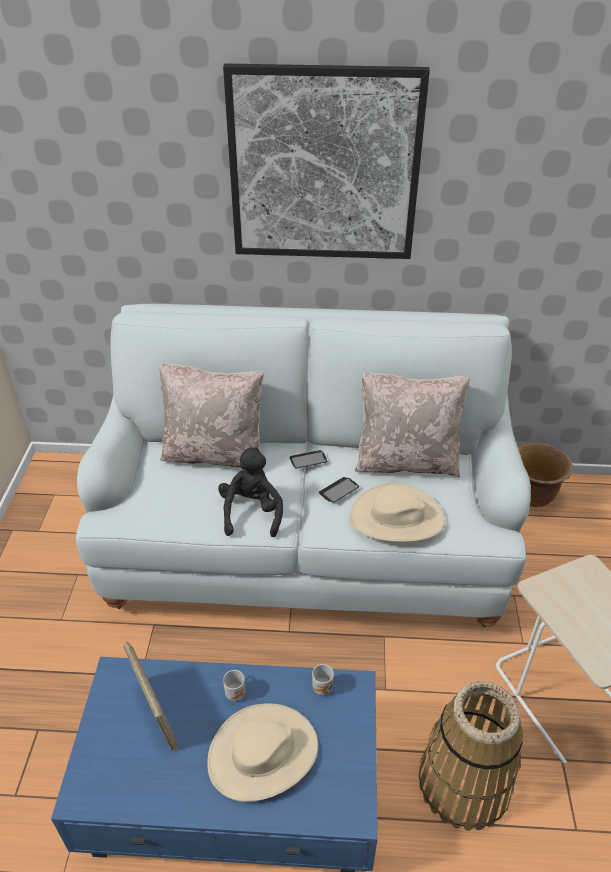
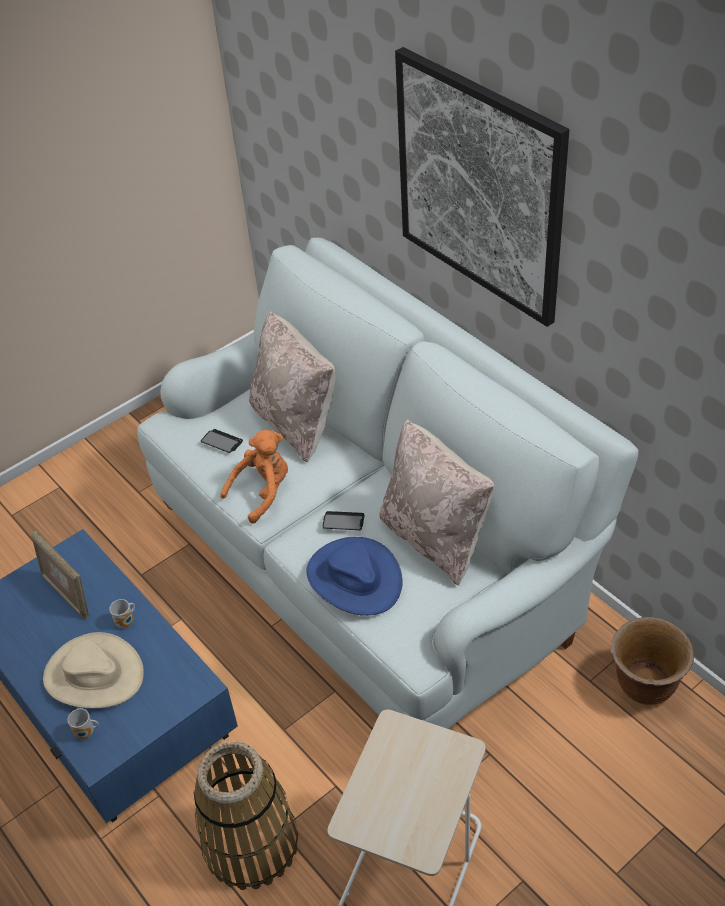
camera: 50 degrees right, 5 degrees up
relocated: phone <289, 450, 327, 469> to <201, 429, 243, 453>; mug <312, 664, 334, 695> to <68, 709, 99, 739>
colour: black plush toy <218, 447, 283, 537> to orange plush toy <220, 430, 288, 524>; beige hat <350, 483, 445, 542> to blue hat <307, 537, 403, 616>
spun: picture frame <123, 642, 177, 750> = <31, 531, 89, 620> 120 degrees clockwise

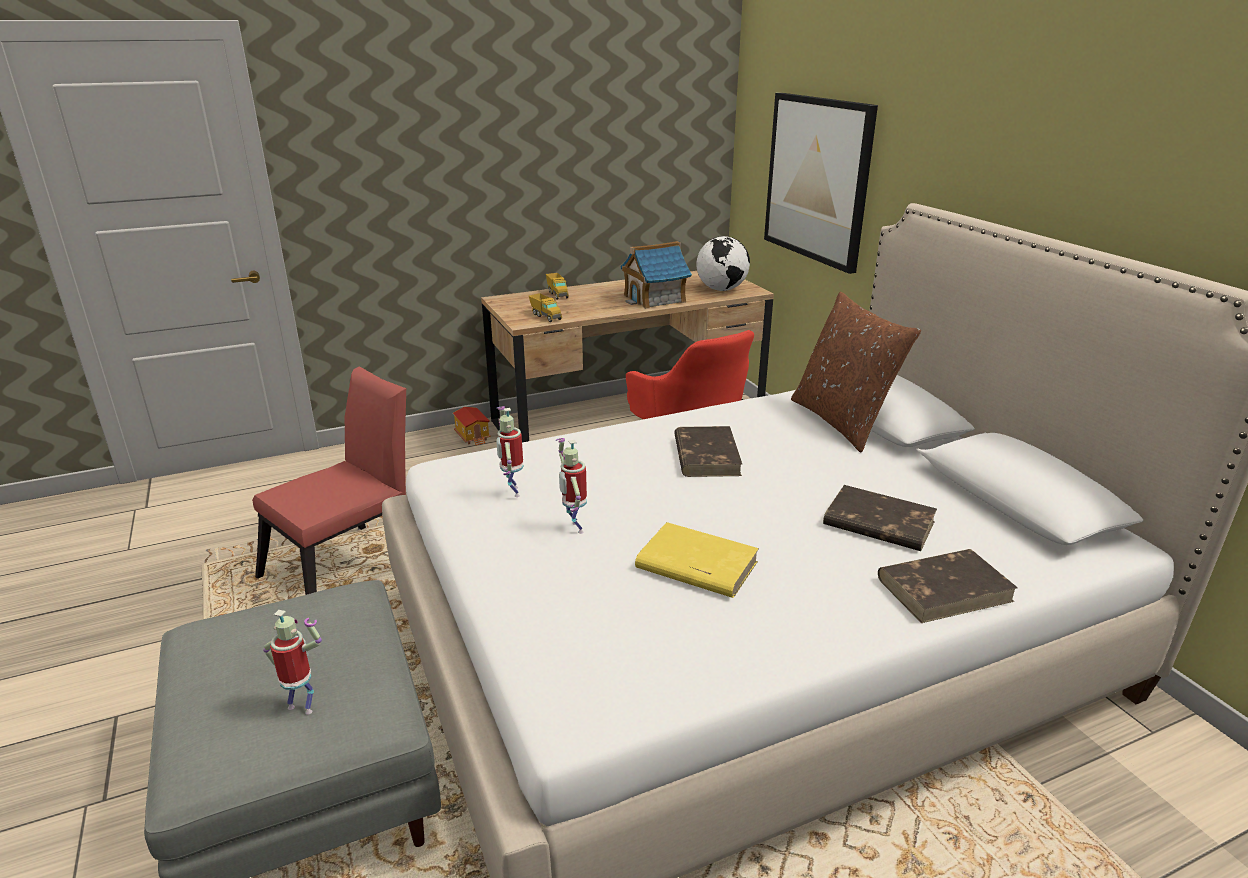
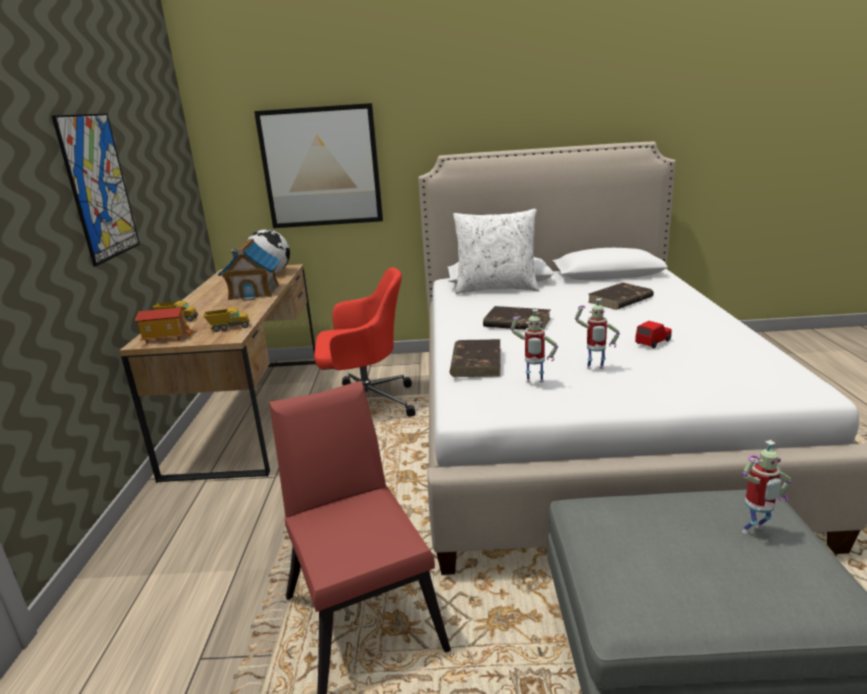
camera: 65 degrees left, 5 degrees down
appeared: picture <52, 113, 140, 266>
relocated: toy house <453, 407, 491, 445> to <135, 307, 194, 343>; brown book <878, 549, 1018, 623> to <450, 339, 501, 377>
exchanged: yellow book <635, 522, 759, 598> to red toy car <635, 321, 672, 348>
colour: brown pillow <791, 292, 921, 453> to white pillow <453, 208, 539, 294>
spun: toy robot <263, 610, 322, 715> = <742, 440, 791, 534> 150 degrees counterclockwise

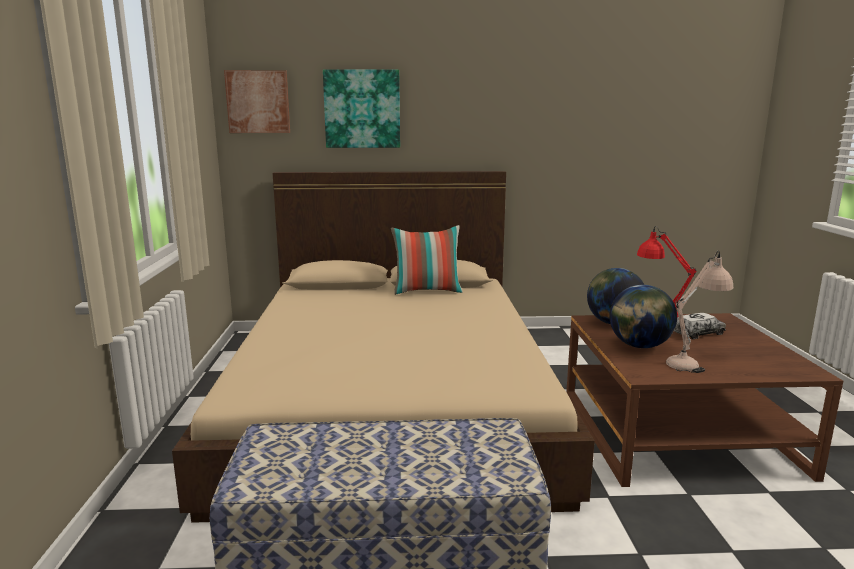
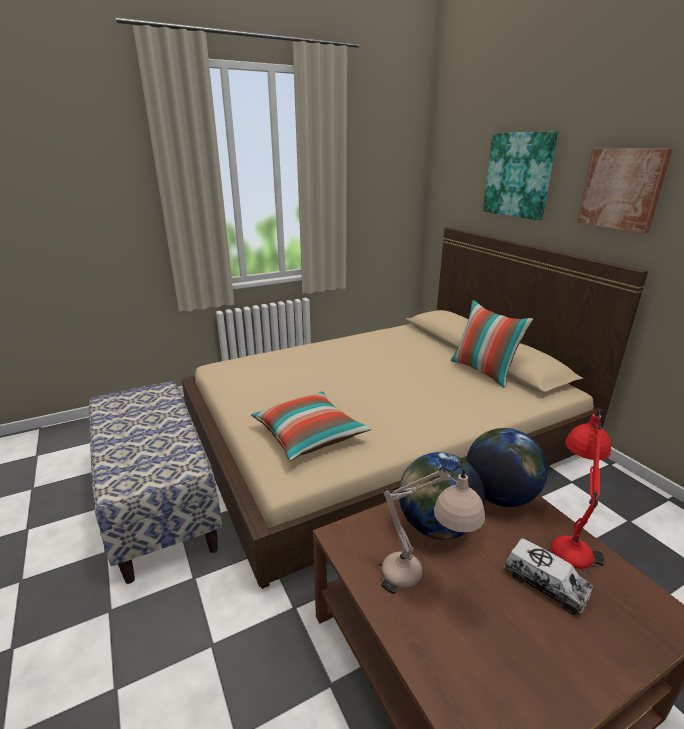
camera: 65 degrees right, 10 degrees up
appeared: pillow <251, 392, 371, 461>
relocated: picture <224, 70, 290, 133> to <577, 148, 673, 234>

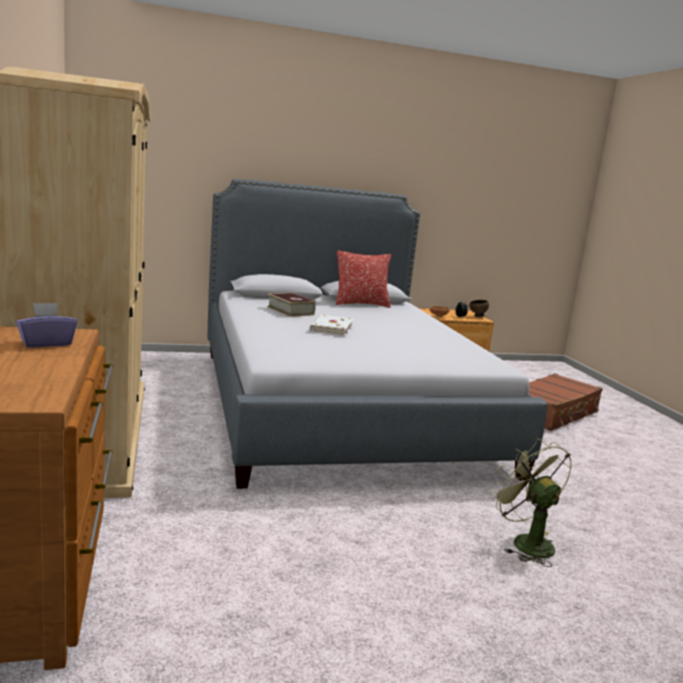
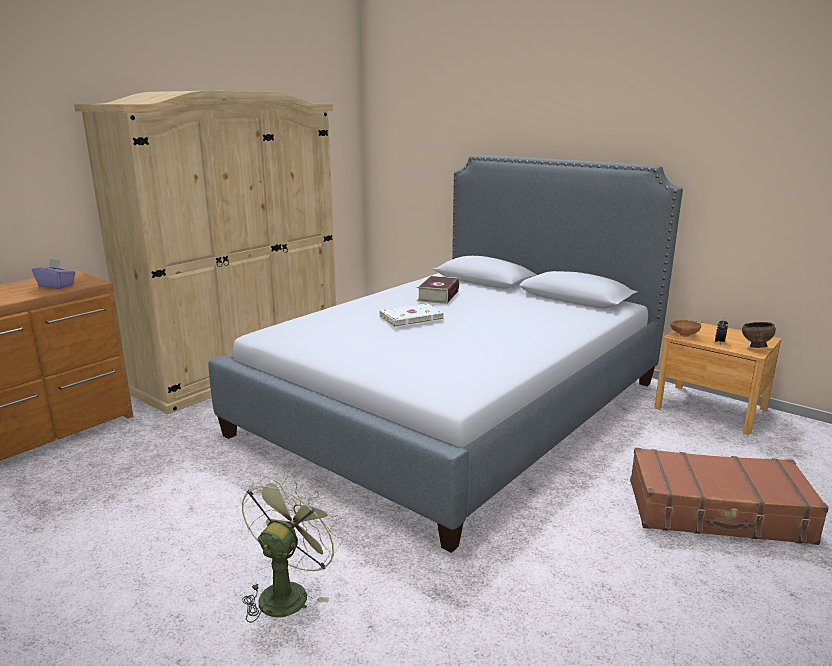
camera: 55 degrees right, 5 degrees up
missing: pillow <336, 251, 391, 308>

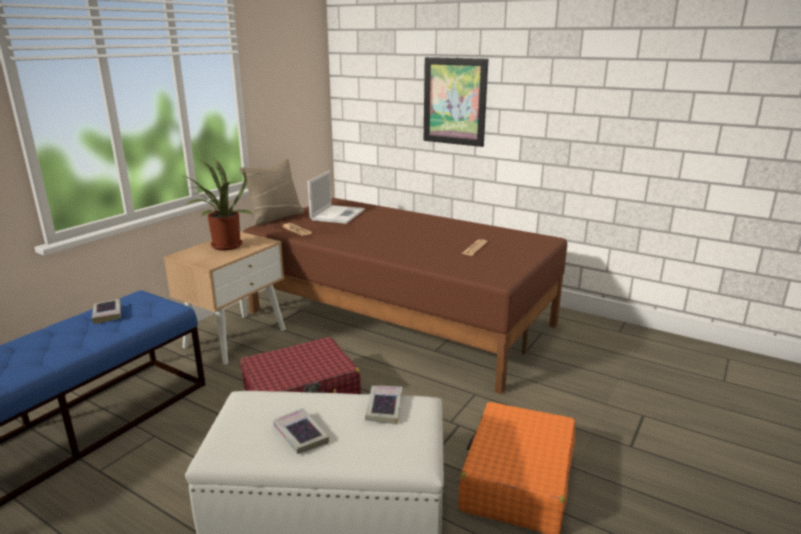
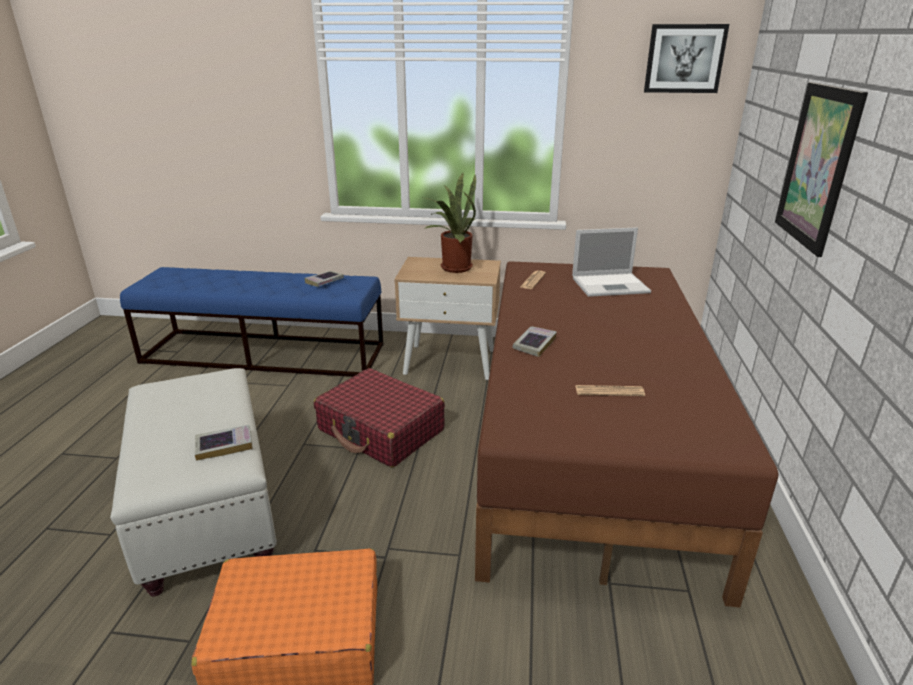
camera: 65 degrees right, 5 degrees up
missing: beige pillow <239, 159, 304, 226>
appeared: picture <644, 24, 729, 93>
relocated: book <273, 408, 329, 454> to <513, 326, 557, 357>

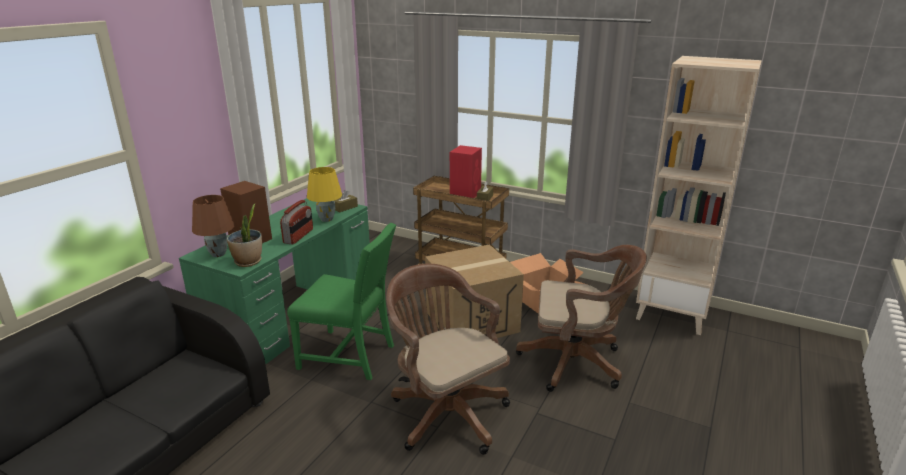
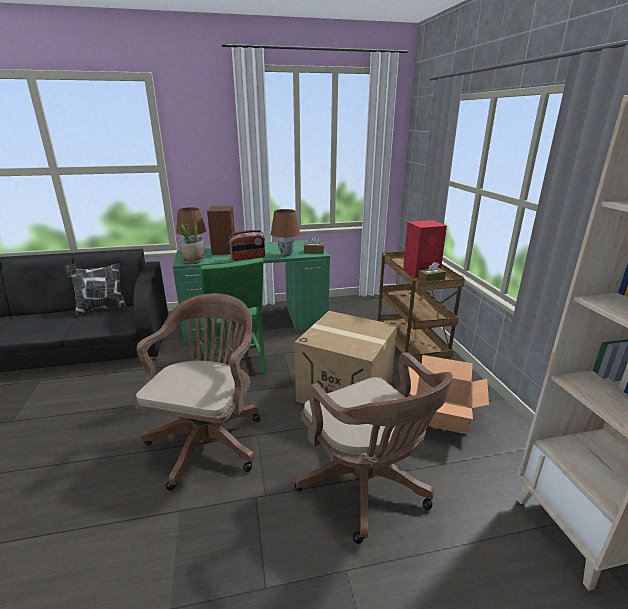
camera: 50 degrees right, 0 degrees up
appeared: pillow <64, 263, 128, 316>
colour: yellow table lamp <307, 167, 342, 222> to brown table lamp <271, 209, 300, 256>

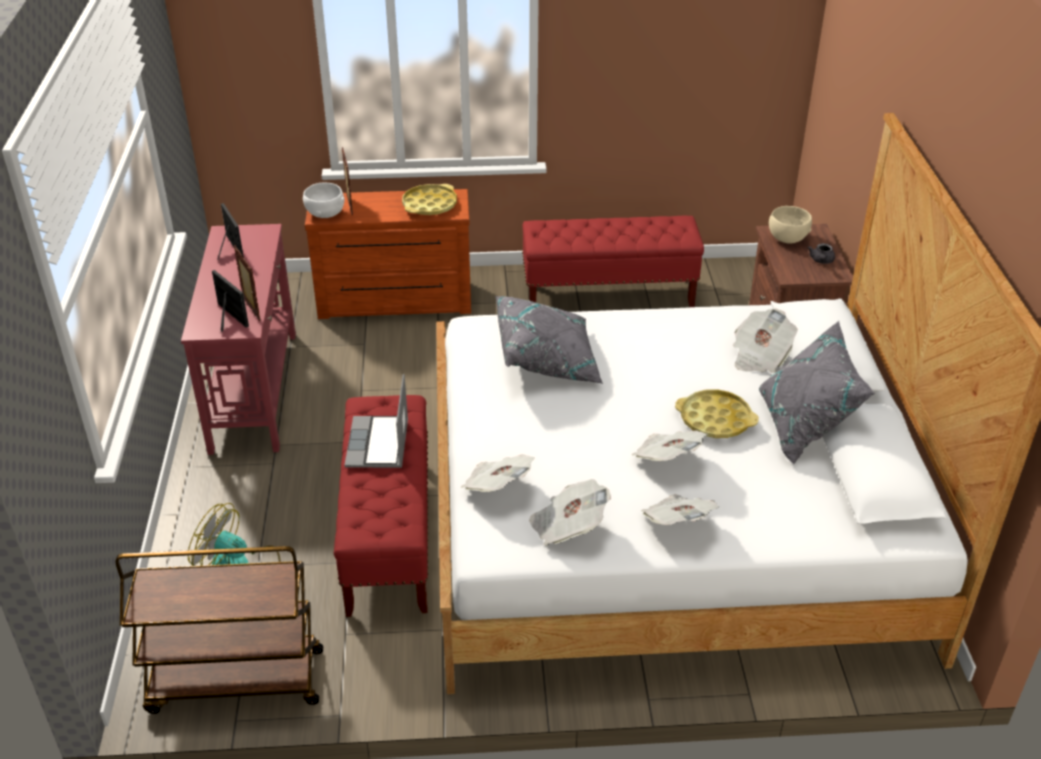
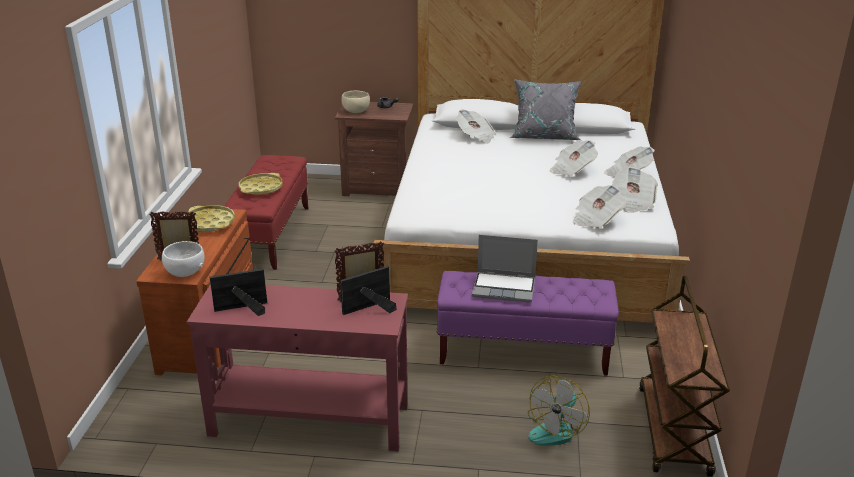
camera: 80 degrees left, 10 degrees down
missing: grey pillow <496, 296, 603, 384>
relocated: yellow tray <675, 389, 759, 438> to <239, 173, 283, 195>
colour: red bench <334, 395, 428, 617> to purple bench <437, 271, 619, 376>

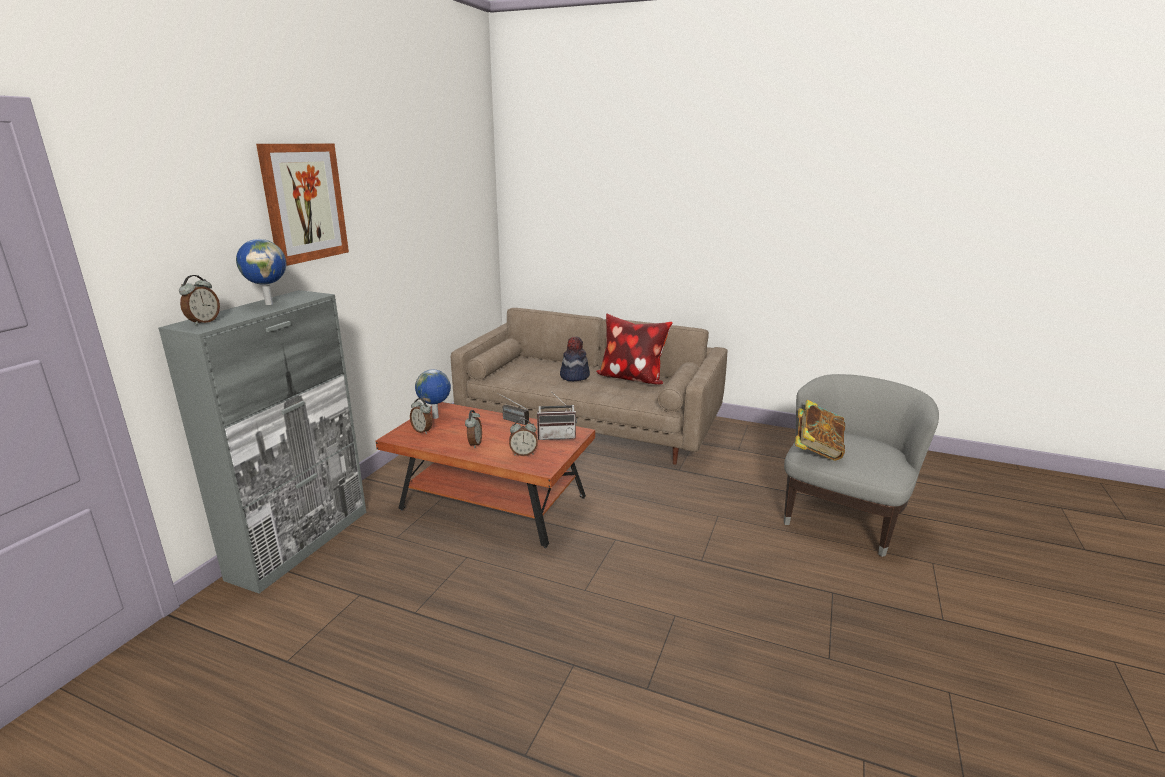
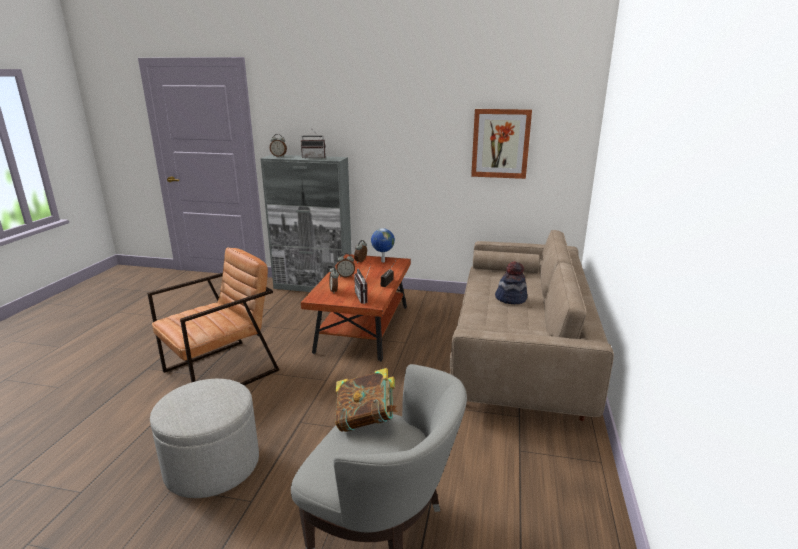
camera: 80 degrees right, 0 degrees up
missing: pillow <596, 313, 673, 385>
appeared: brown armchair <147, 247, 279, 386>; grey ottoman <150, 379, 259, 498>
relocated: picture <256, 144, 349, 266> to <471, 109, 532, 179>
exchanged: globe <236, 239, 286, 305> to radio <301, 131, 326, 158>

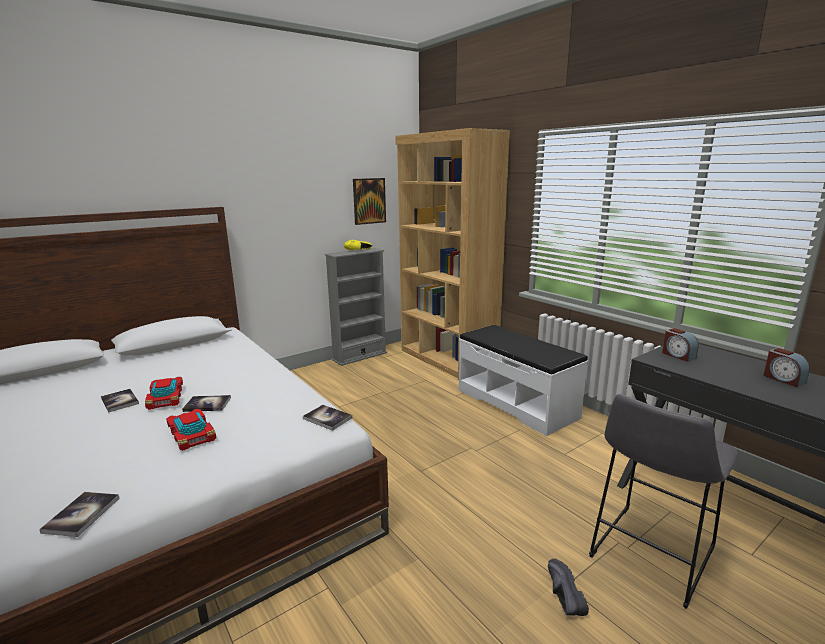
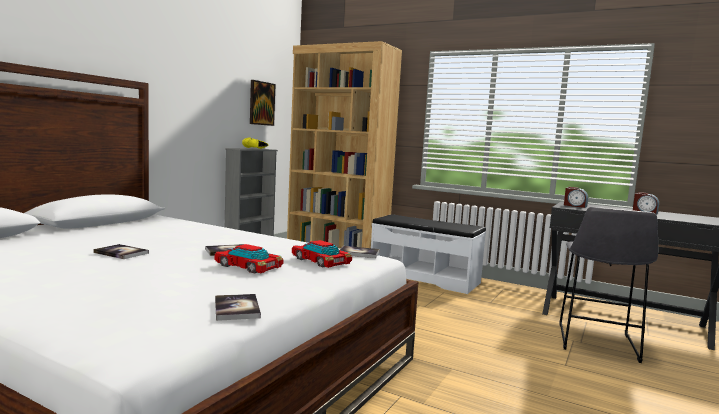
camera: 25 degrees left, 10 degrees down
missing: black shoe <548, 559, 589, 616>
relocated: toy car <145, 377, 183, 410> to <292, 240, 352, 268>

